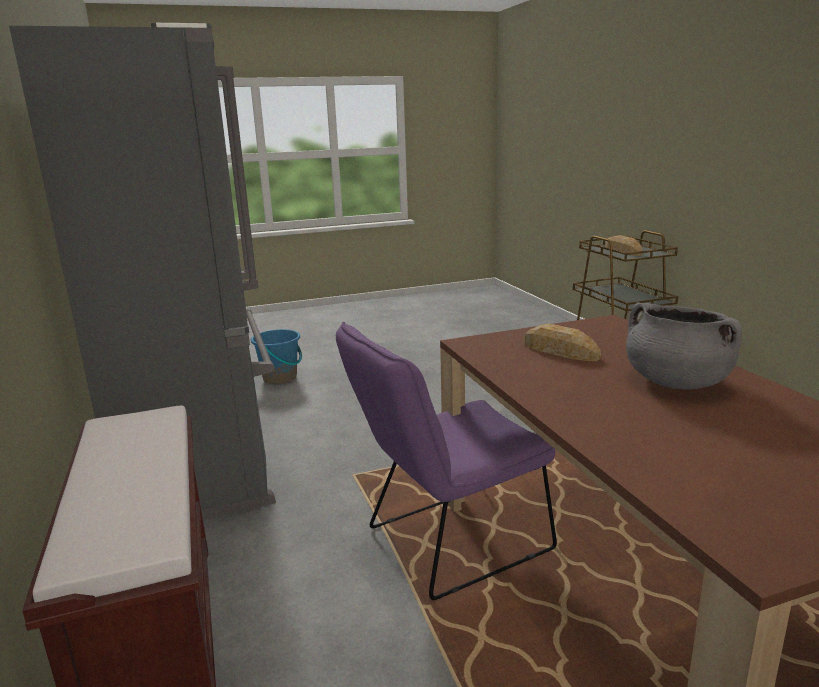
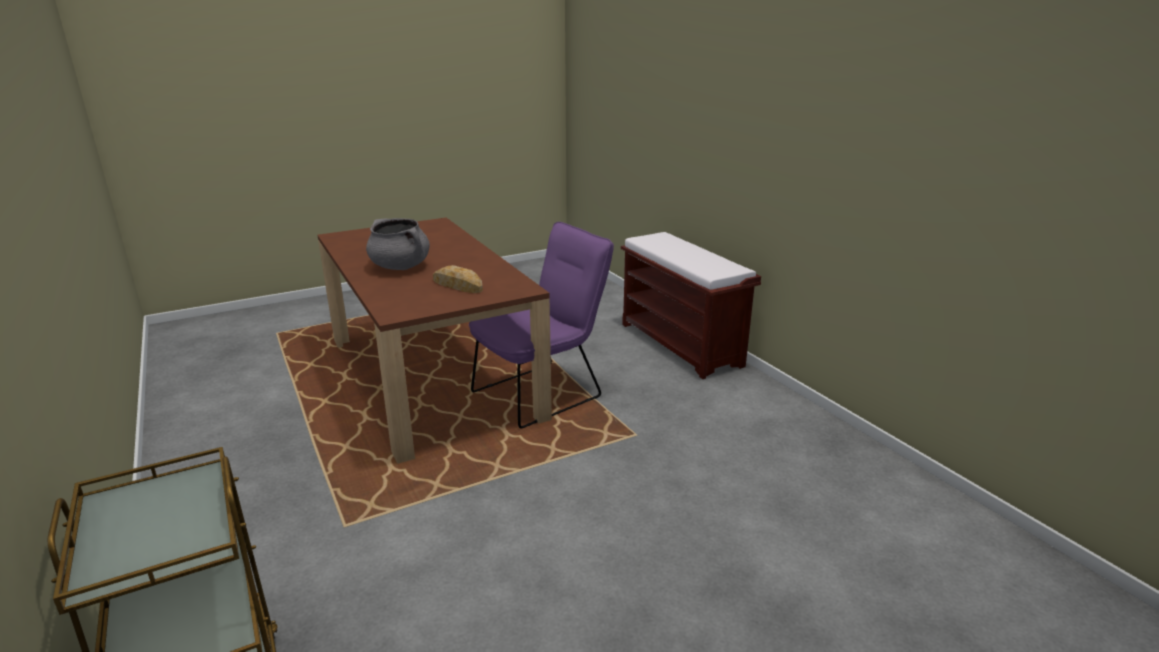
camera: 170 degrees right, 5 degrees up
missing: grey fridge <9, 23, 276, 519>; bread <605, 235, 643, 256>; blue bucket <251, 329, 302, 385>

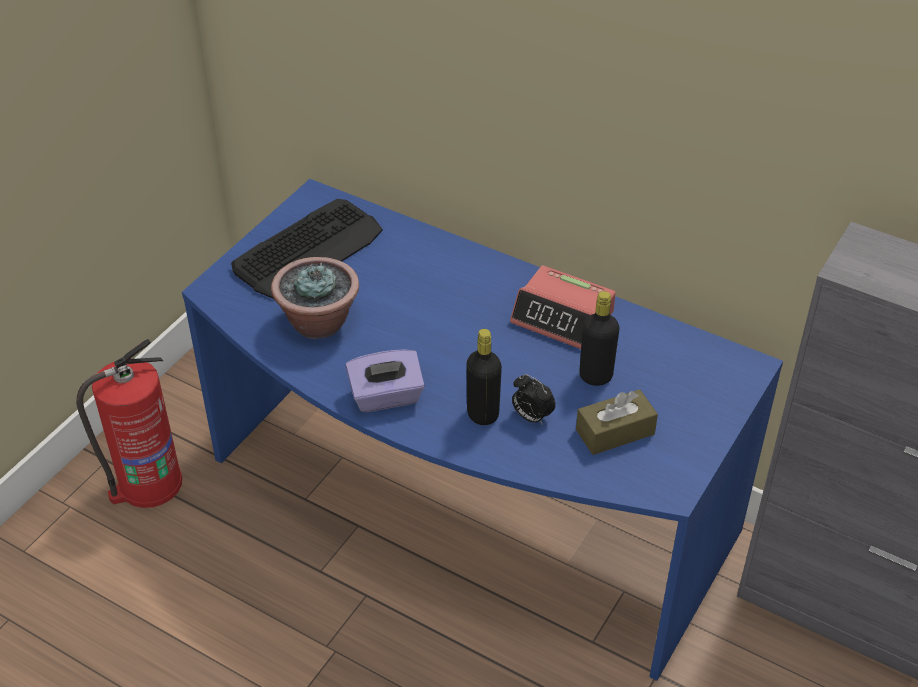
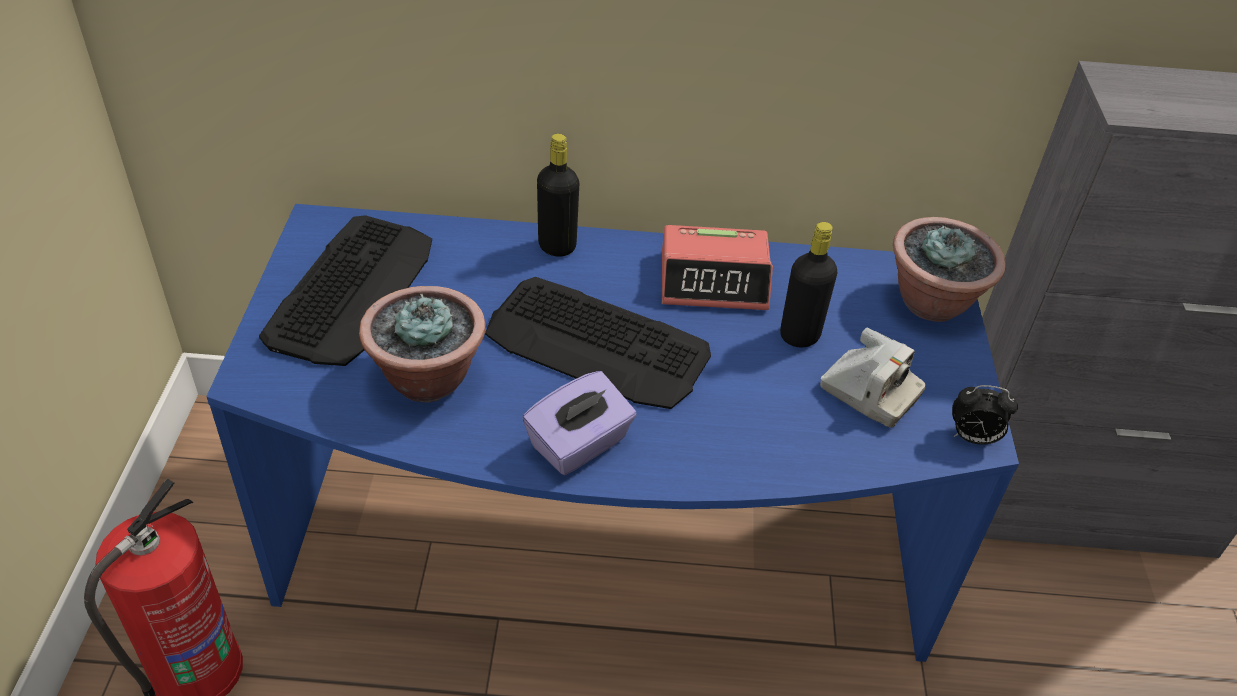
camera: 30 degrees left, 0 degrees up
appeared: potted plant <893, 217, 1006, 322>; keyboard <485, 277, 711, 409>
relocated: black bottle <466, 329, 502, 425> to <537, 134, 579, 257>; alarm clock <512, 374, 556, 425> to <952, 385, 1018, 445>
exchanged: brown tissue box <576, 389, 658, 455> to photo camera <820, 328, 926, 428>

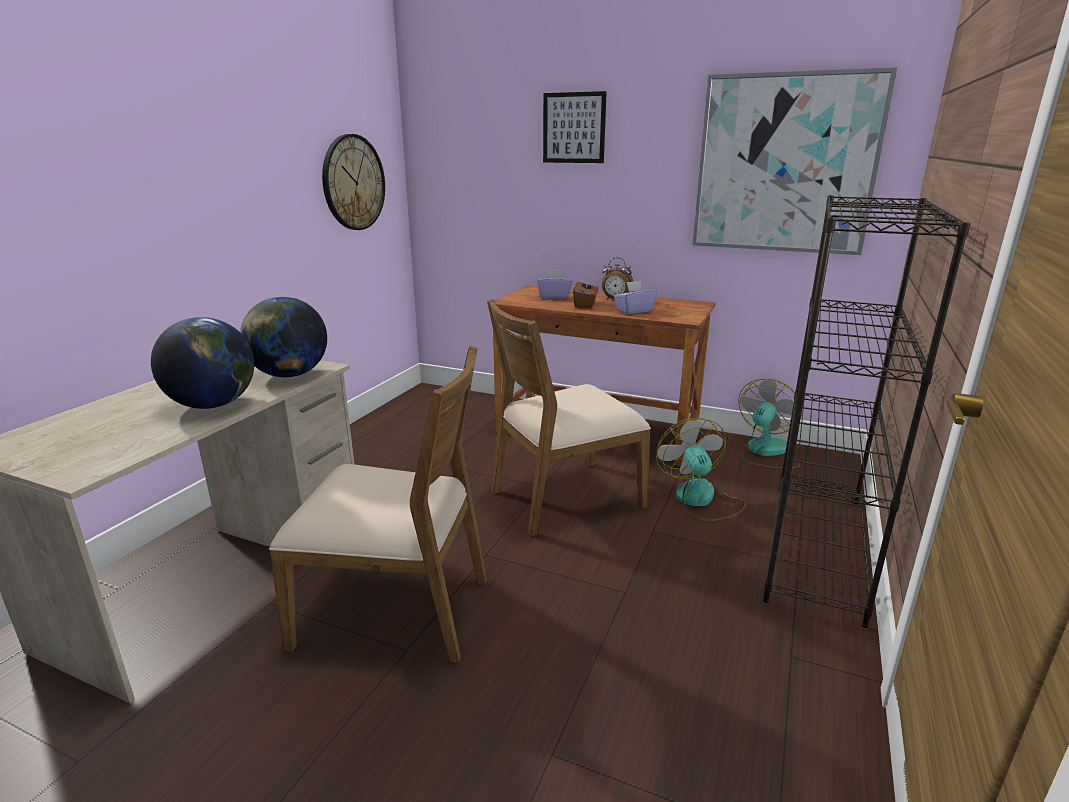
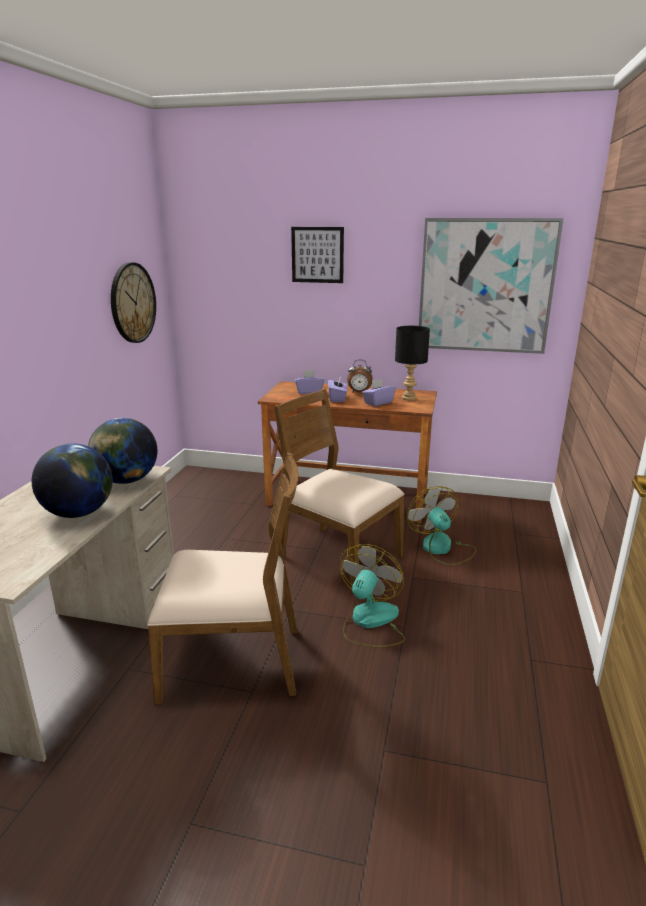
camera: 10 degrees left, 0 degrees up
missing: black bookcase <763, 195, 971, 628>
appeared: black table lamp <395, 326, 430, 401>
relocated: fan <739, 379, 802, 469> to <340, 544, 405, 647>
colour: brown tissue box <573, 275, 599, 308> to purple tissue box <328, 377, 348, 402>
spun: brown chair <487, 299, 651, 537> = <274, 389, 405, 595> 75 degrees clockwise

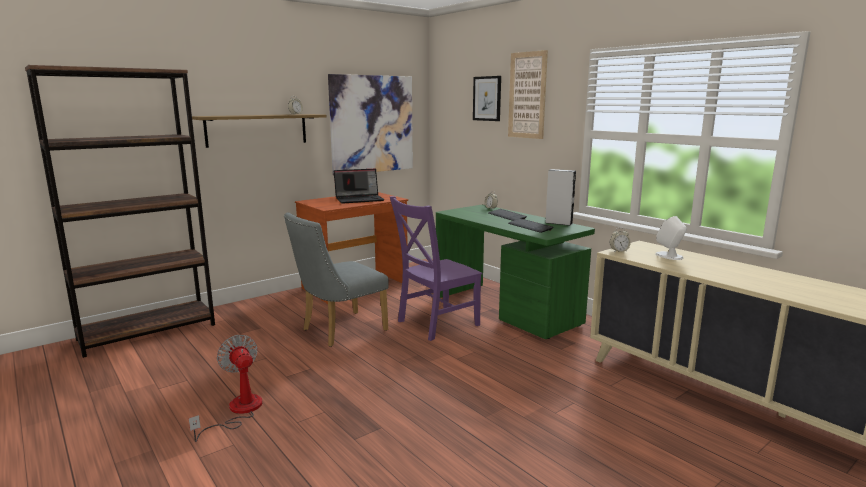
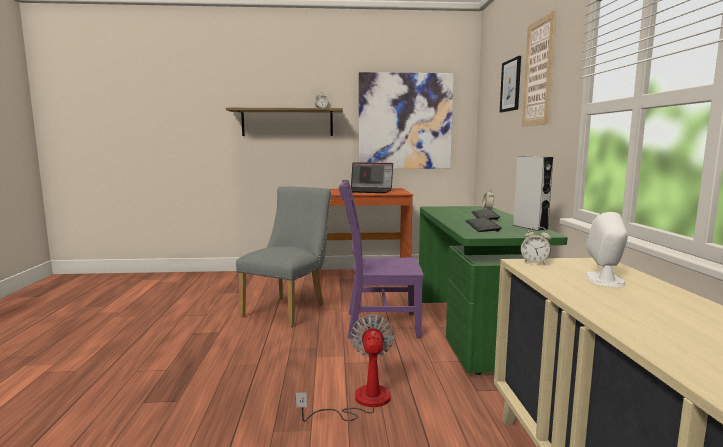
camera: 35 degrees right, 5 degrees down
missing: brown bookcase <25, 65, 215, 358>
relocated: fan <189, 335, 262, 442> to <296, 315, 395, 422>
spun: grey chair <284, 212, 389, 347> = <236, 186, 331, 327> 120 degrees clockwise

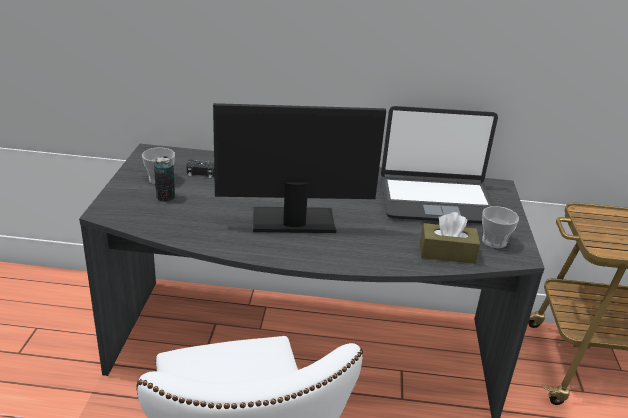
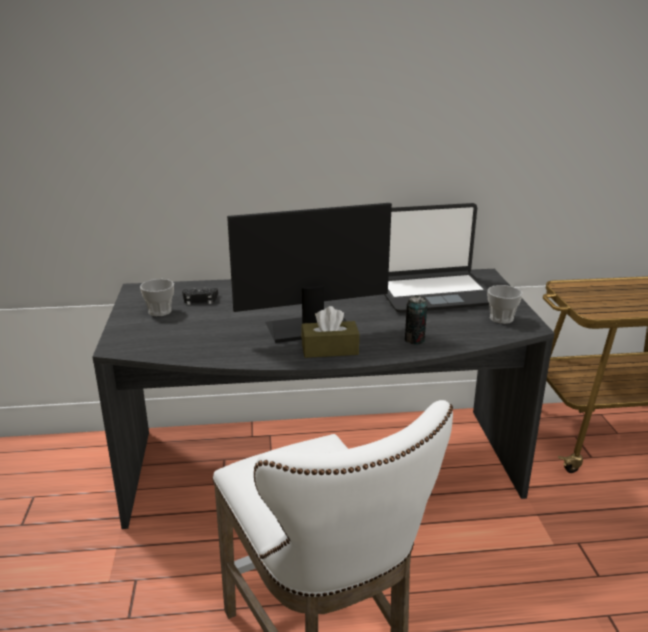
camera: 10 degrees left, 5 degrees down
relocated: can <154, 156, 175, 202> to <405, 296, 427, 345>; brown tissue box <420, 212, 480, 264> to <301, 306, 360, 358>

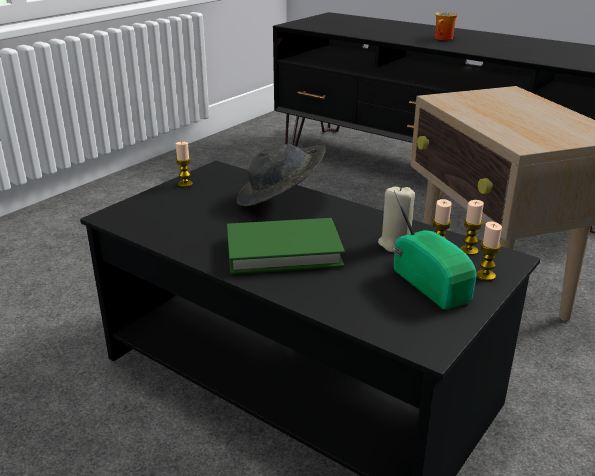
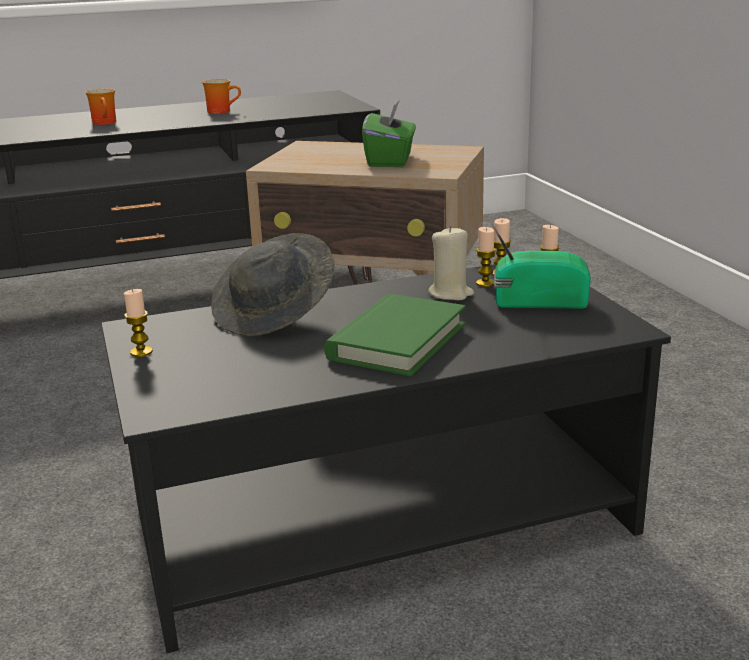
camera: 55 degrees left, 5 degrees down
appeared: mug <202, 79, 241, 114>; green tissue box <362, 100, 416, 167>

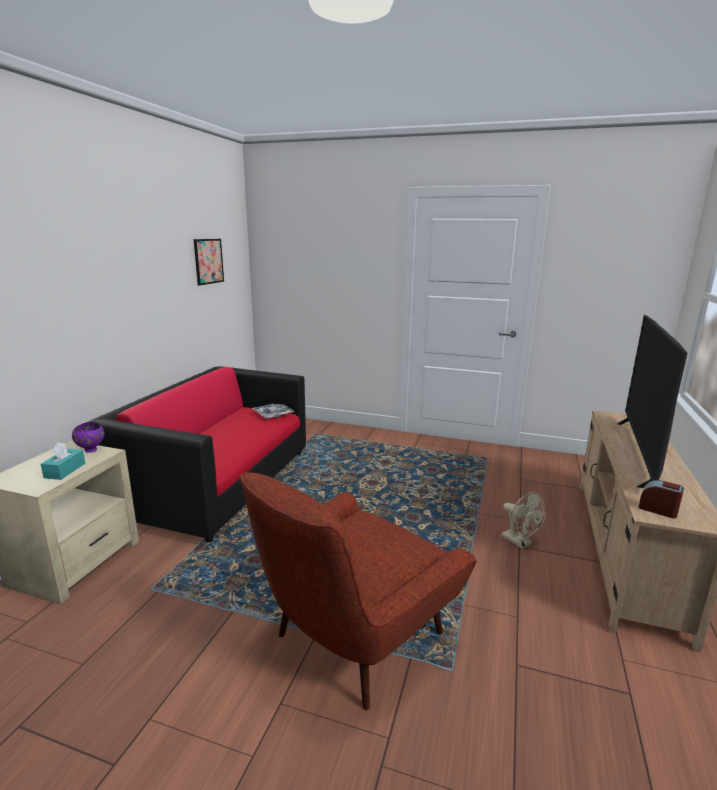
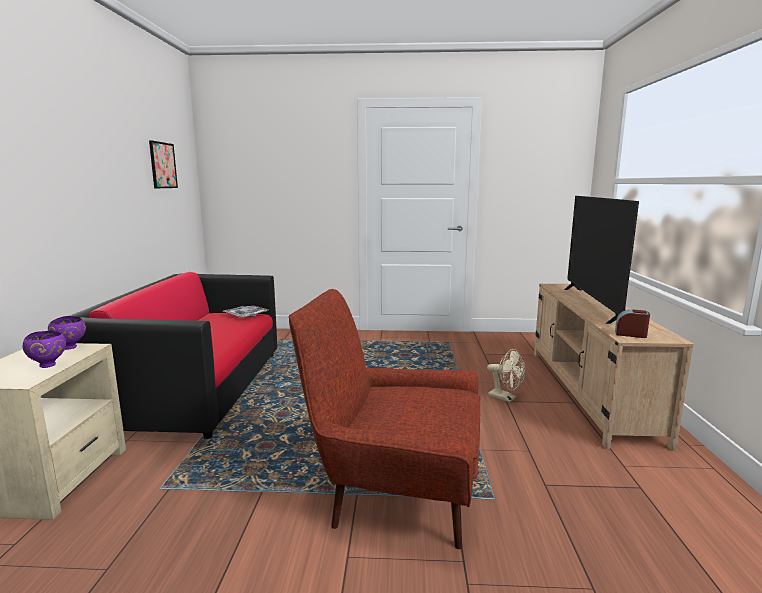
camera: 15 degrees left, 5 degrees down
exchanged: turquoise tissue box <41, 442, 85, 480> to purple bowl <23, 331, 66, 368>
spun: red armchair <240, 472, 477, 710> = <288, 289, 481, 549> 75 degrees clockwise

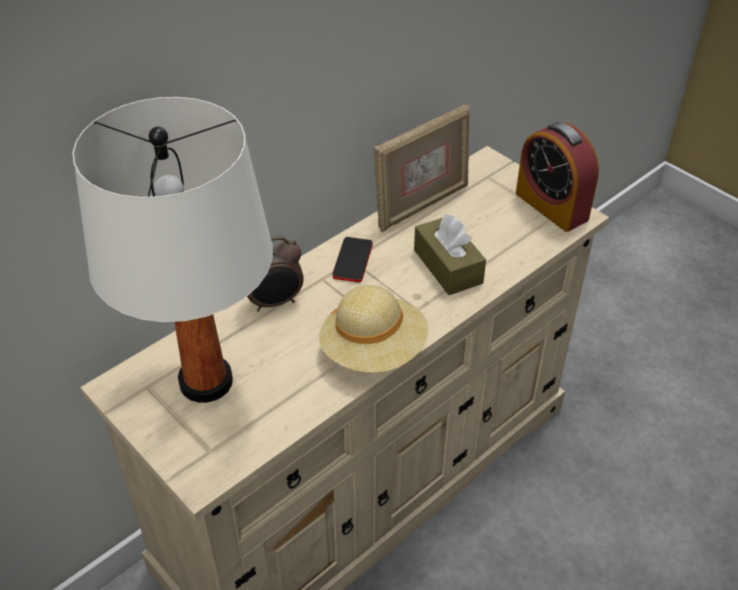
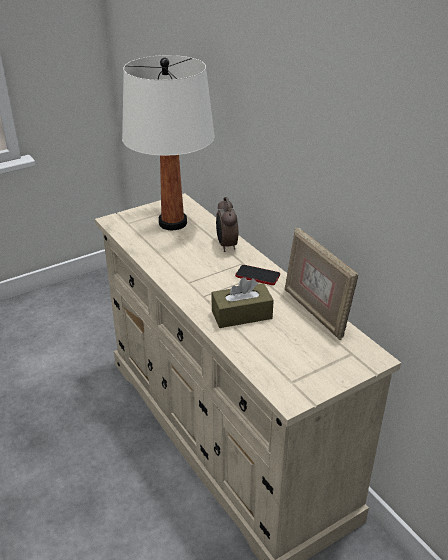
camera: 100 degrees right, 10 degrees down
missing: alarm clock <516, 122, 599, 232>; beige hat <319, 285, 429, 373>

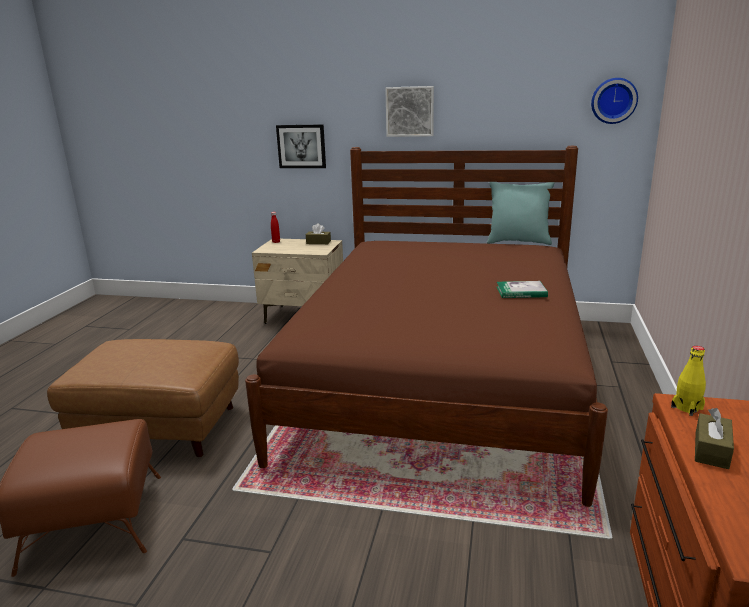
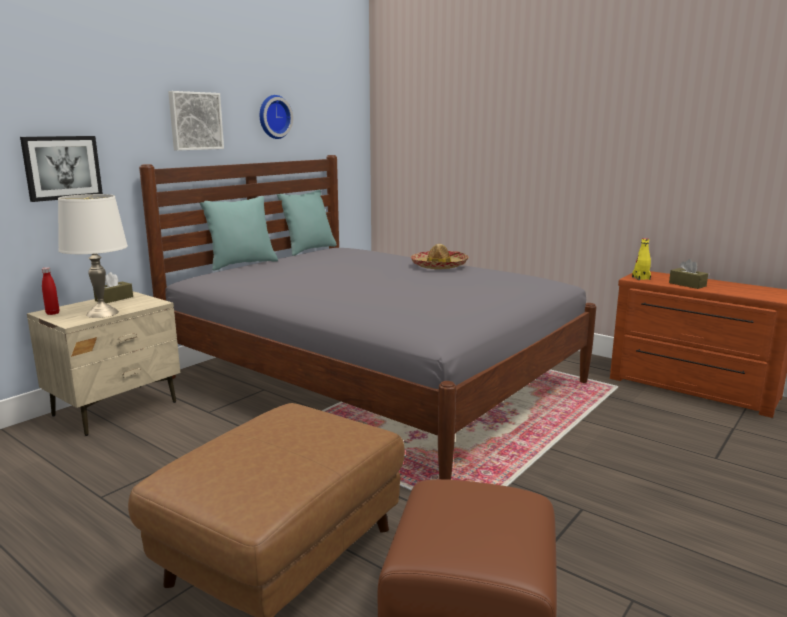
camera: 65 degrees left, 5 degrees down
appeared: white table lamp <58, 194, 128, 318>; turquoise pillow <200, 196, 278, 271>
relocated: wall clock <591, 78, 638, 124> to <260, 95, 293, 139>
exchanged: book <497, 281, 548, 298> to hat <410, 244, 469, 269>
colour: brown bed <245, 146, 608, 507> to grey bed <139, 155, 596, 480>

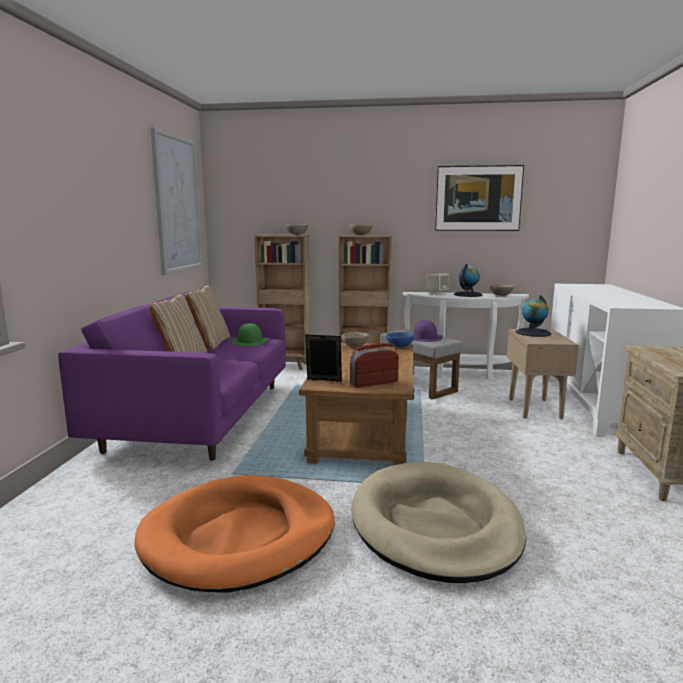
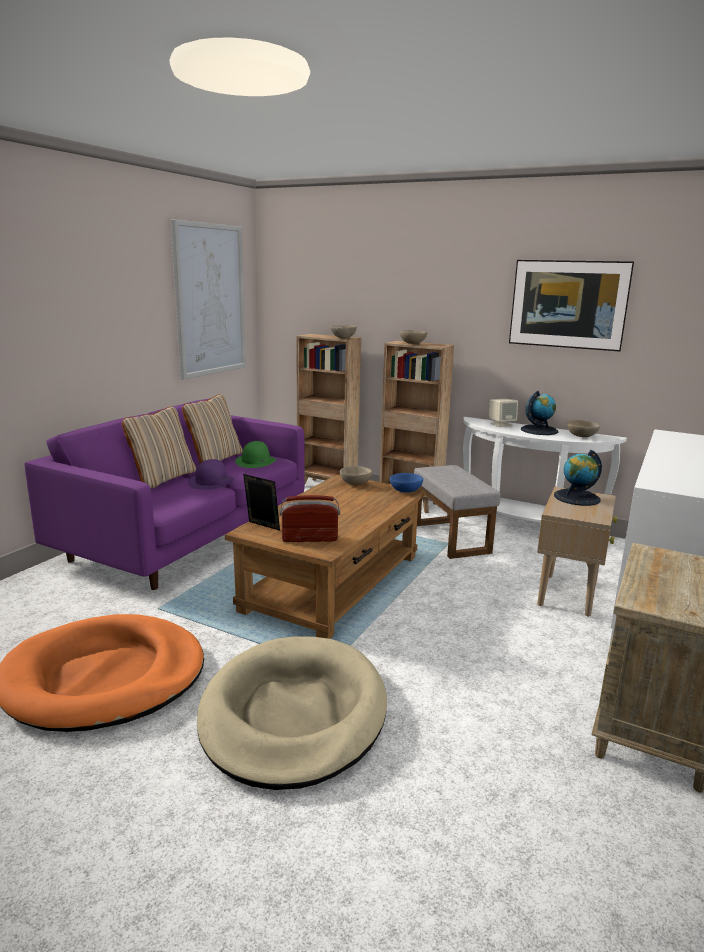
camera: 20 degrees right, 5 degrees up
relocated: purple hat <413, 320, 443, 342> to <188, 459, 235, 490>

